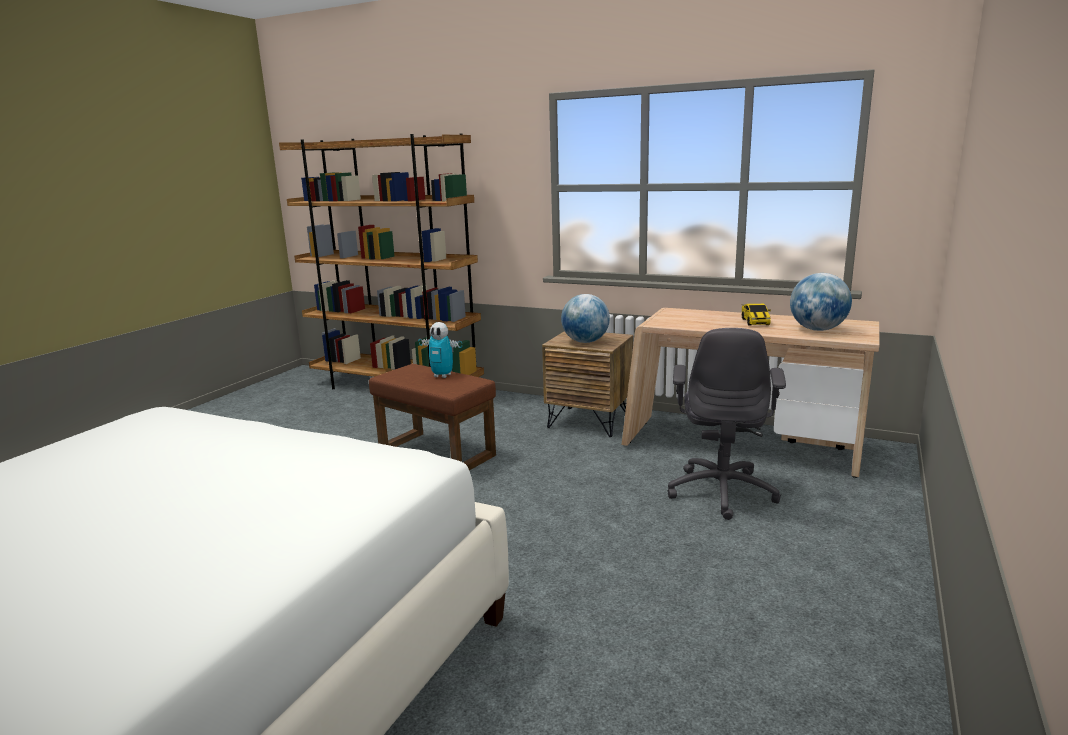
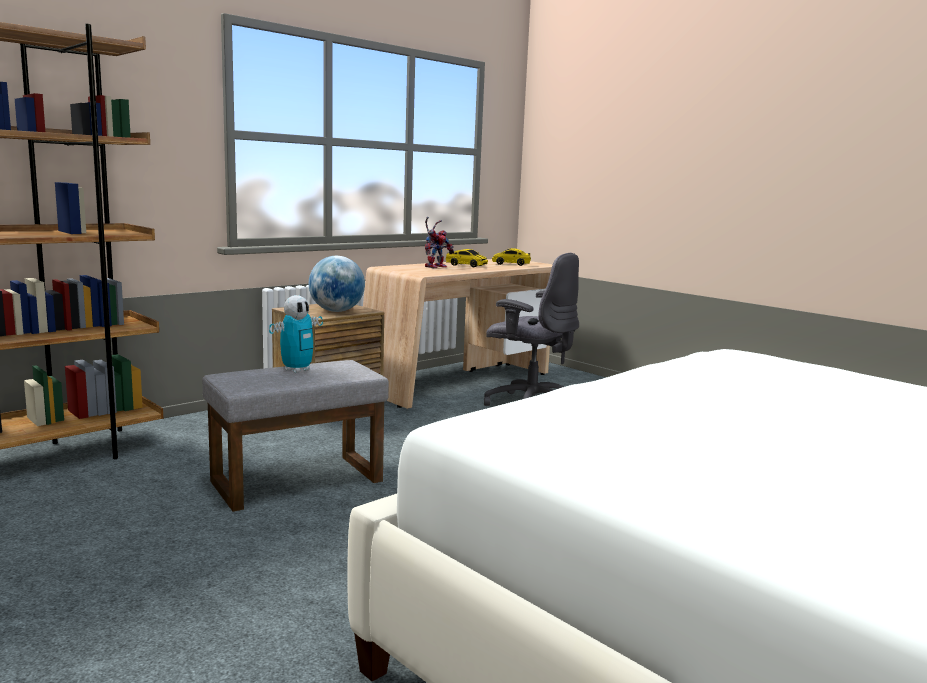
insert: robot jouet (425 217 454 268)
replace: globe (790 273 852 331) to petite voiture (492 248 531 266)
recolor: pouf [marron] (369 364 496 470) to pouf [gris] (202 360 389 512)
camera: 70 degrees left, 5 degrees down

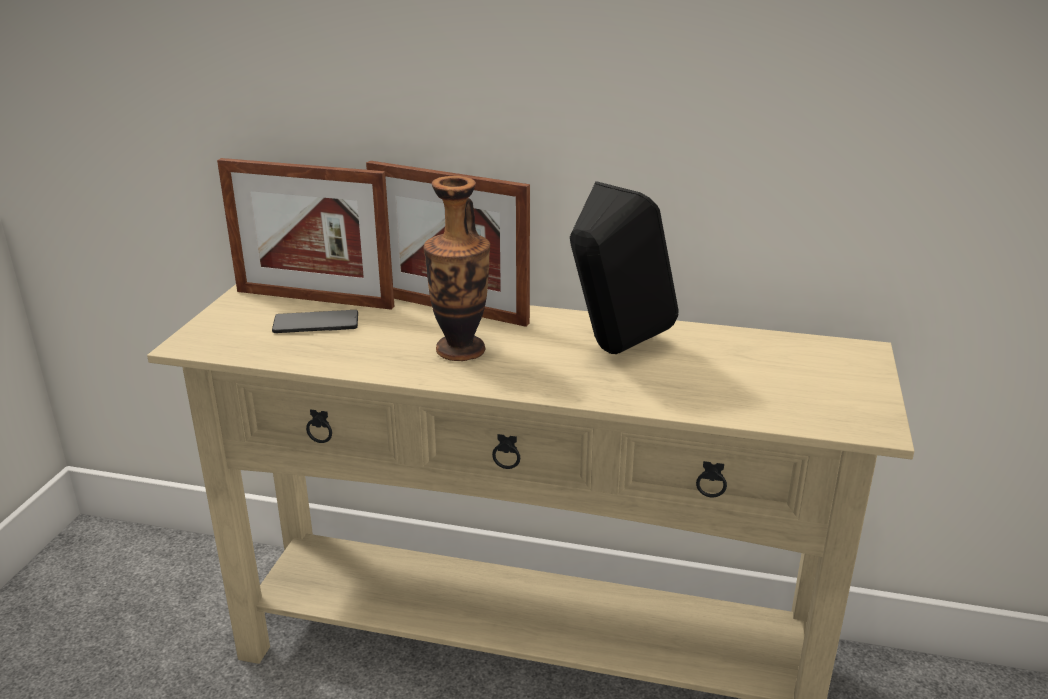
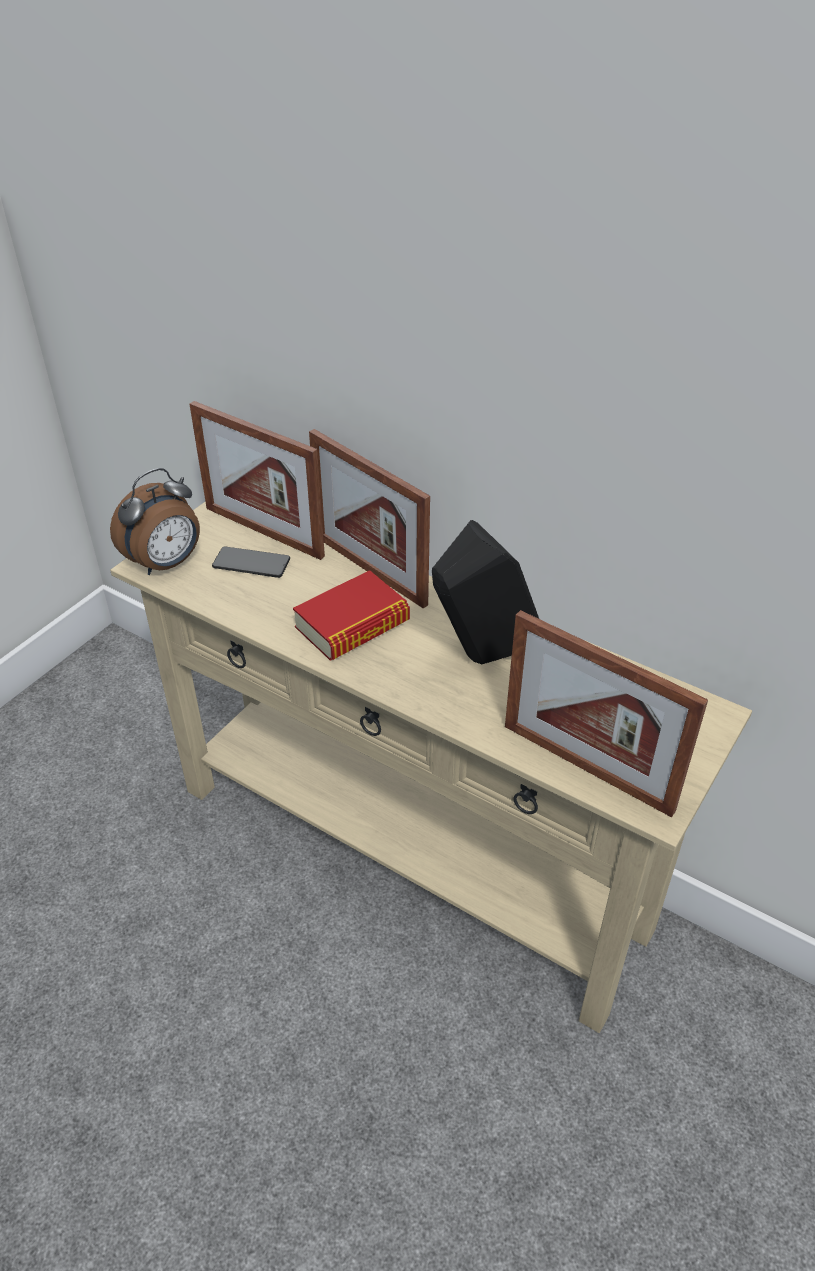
insert: réveil (110 468 200 575); cadre photo (505 610 708 817)
replace: vase (423 176 490 361) to livre (293 570 410 661)
camera: 20 degrees right, 15 degrees up

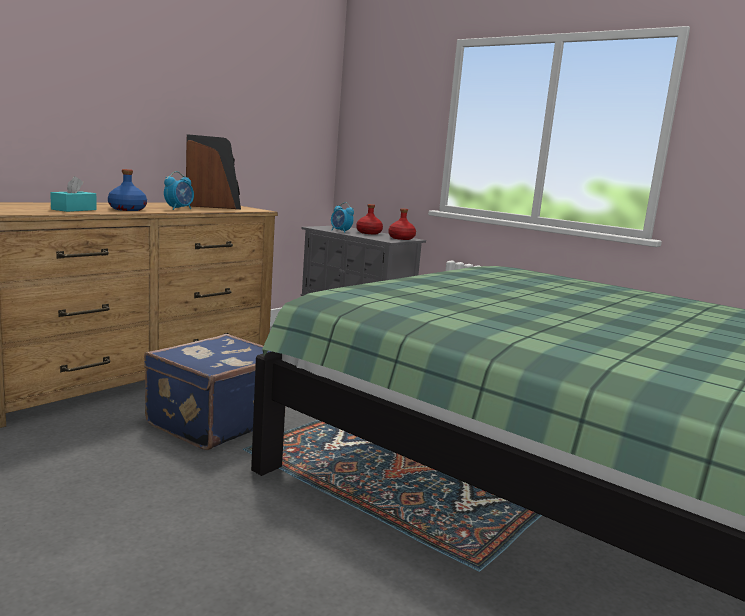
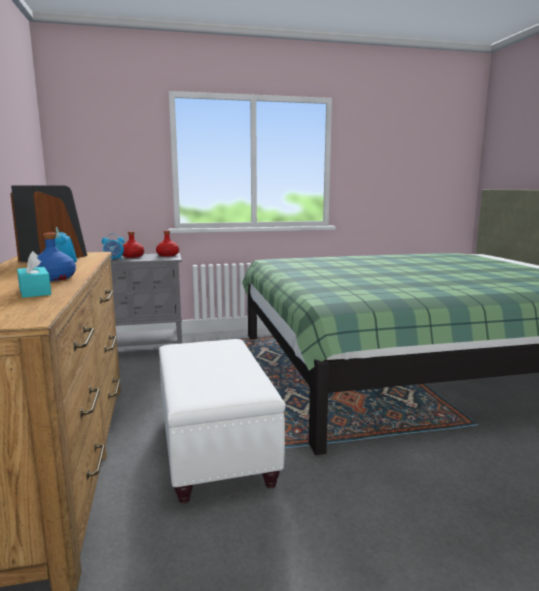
replace: valise [bleu] (144 334 272 450) to pouf [blanc] (159 339 286 503)
camera: 50 degrees left, 0 degrees up

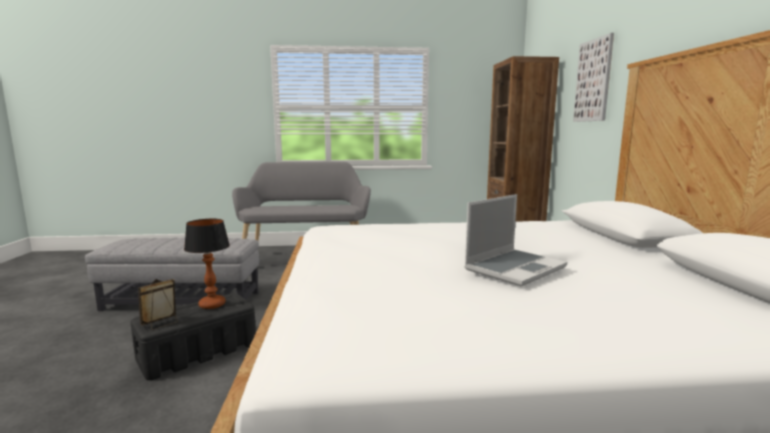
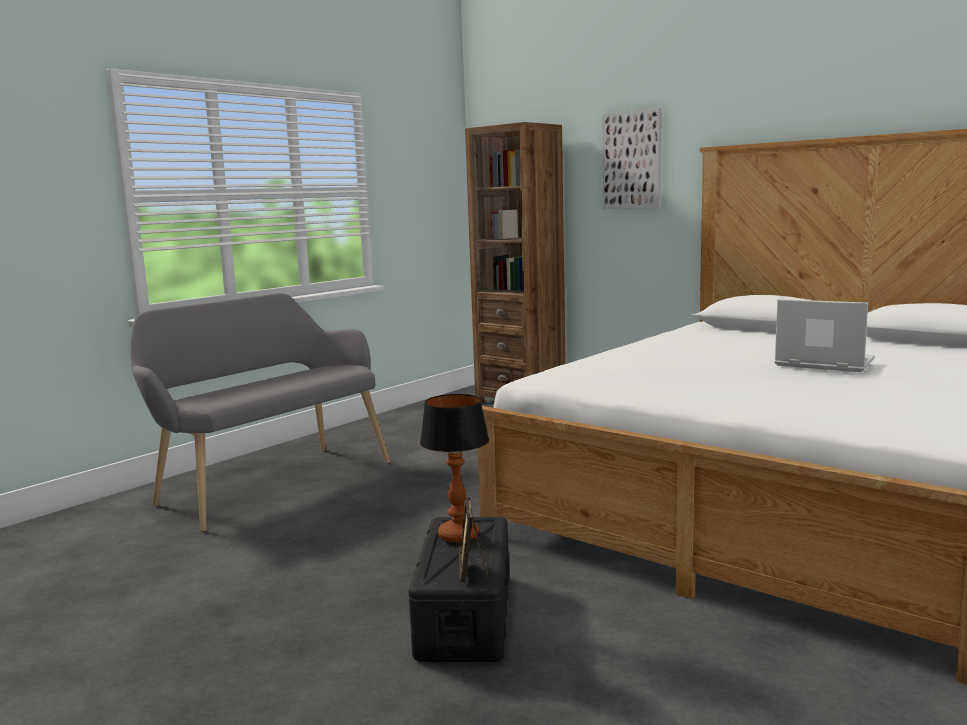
delete: pouf [gris] (85 237 260 311)
rotate: ordinateur portable (464 194 567 287) = (774 299 875 372) 60 degrees counterclockwise
camera: 45 degrees left, 0 degrees up

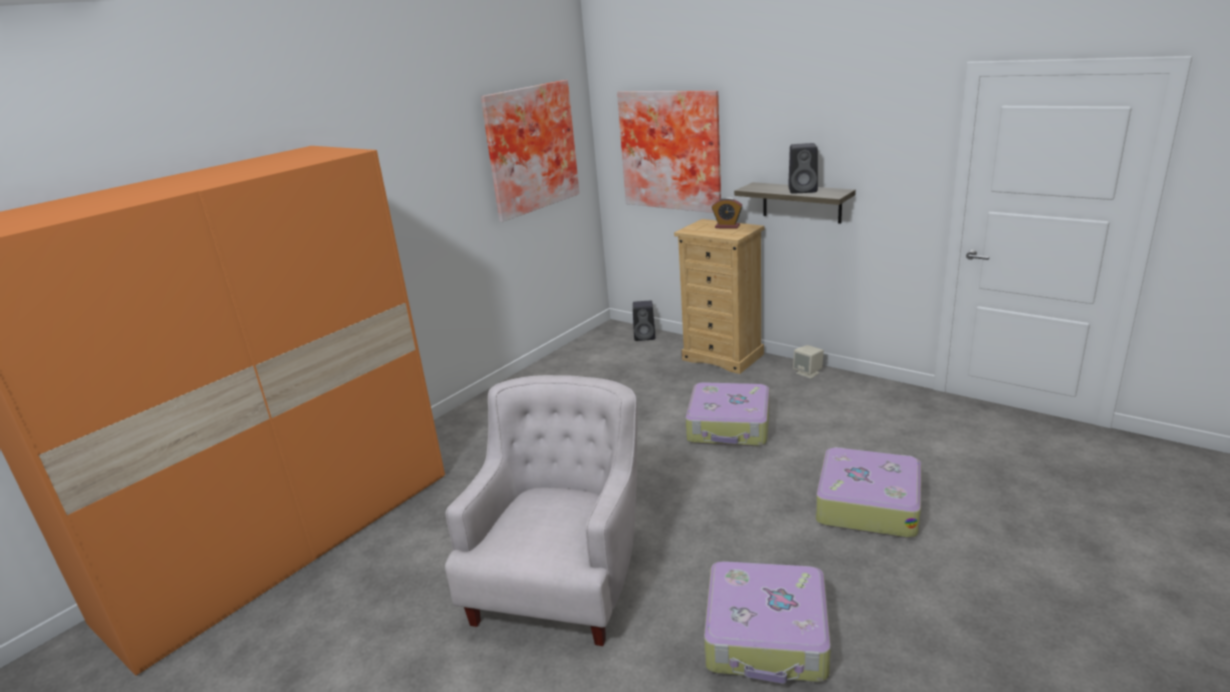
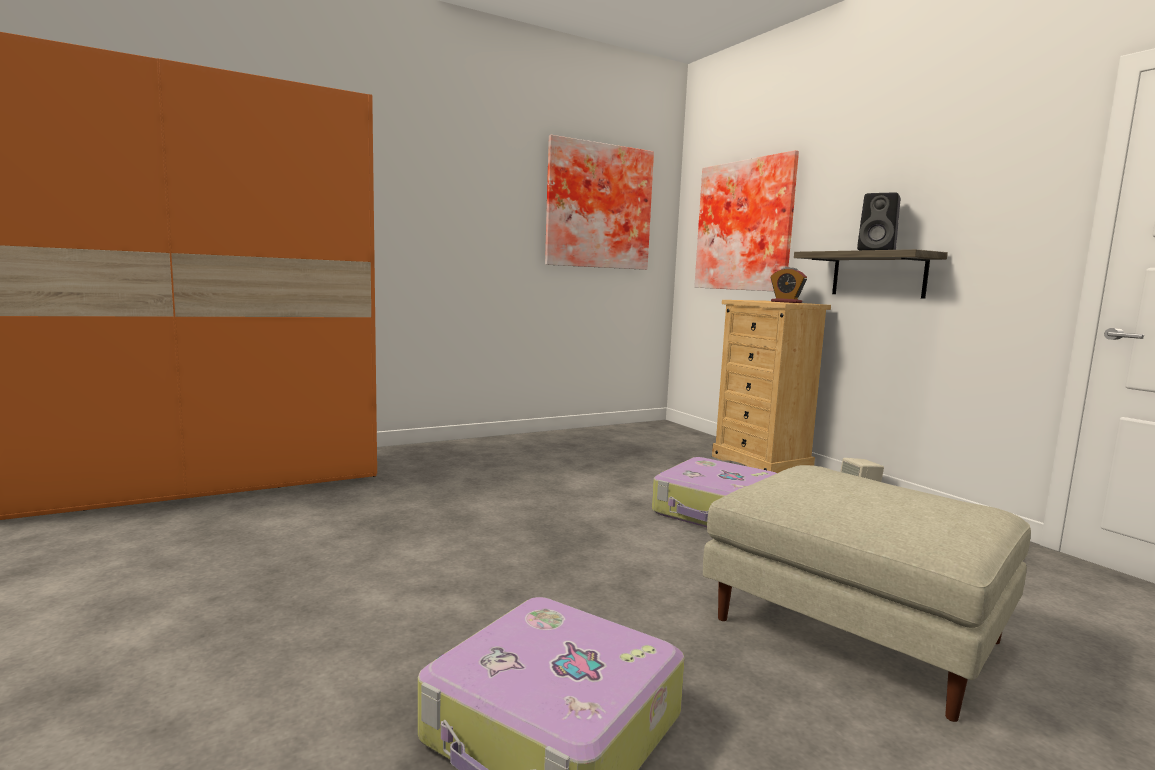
delete: fauteuil [blanc] (445 375 638 646); enceinte [noir] (633 301 655 341)
replace: valise (816 447 921 538) to pouf [beige] (703 465 1031 722)
camera: 20 degrees right, 15 degrees down

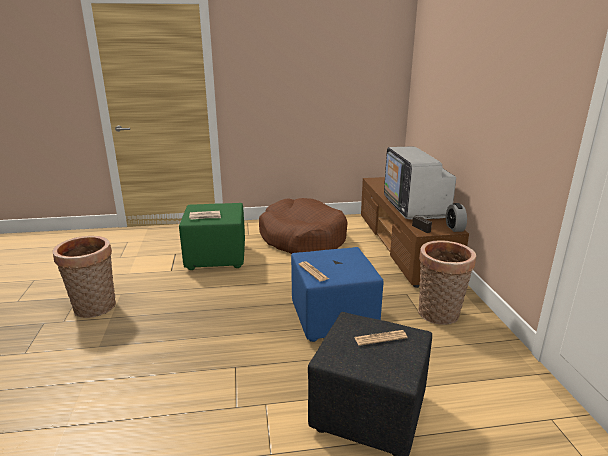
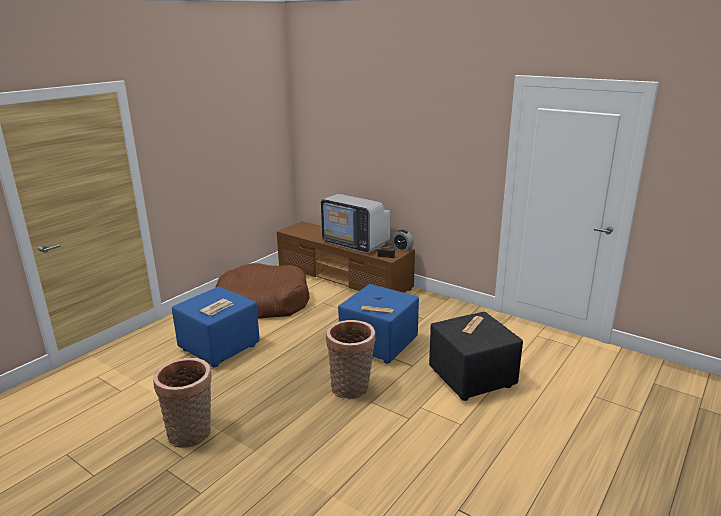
move: panier (418 240 476 325) to (326 320 376 399)
recolor: pouf [vert] (179 203 245 270) to pouf [bleu] (172 286 260 367)
camera: 45 degrees left, 0 degrees up

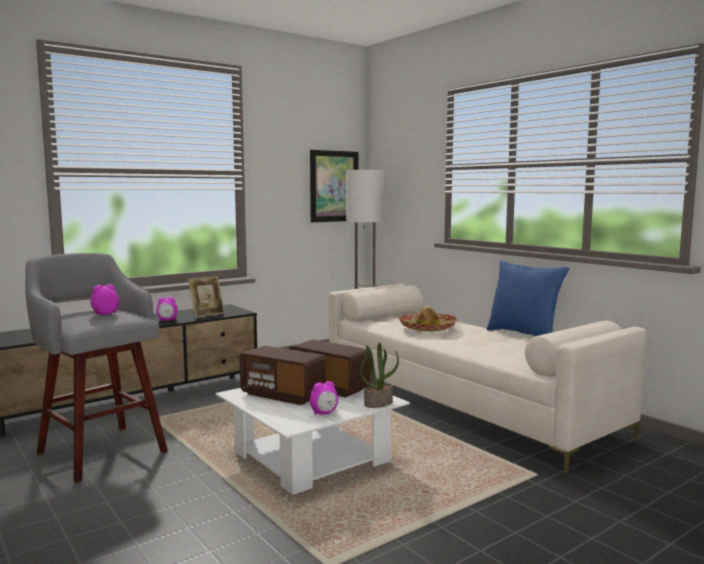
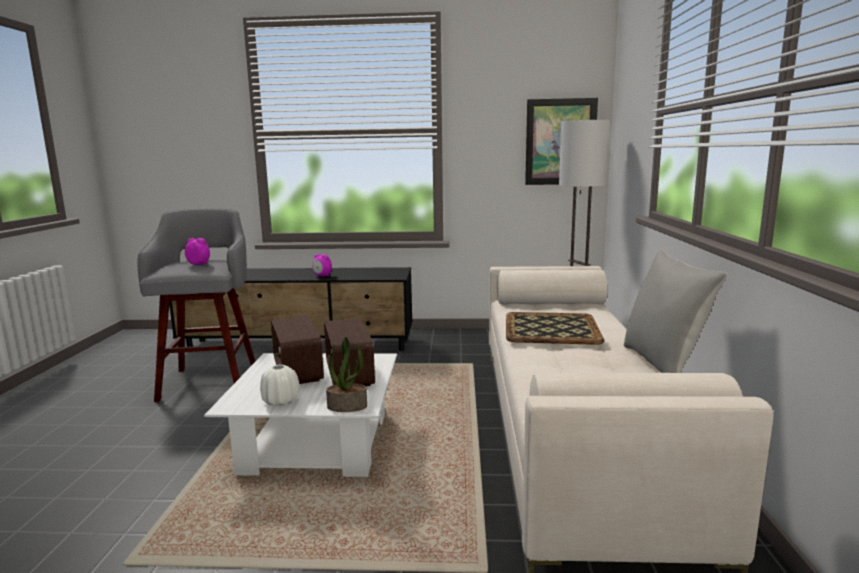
delete: cadre photo (188 276 225 318)
replace: réveil (310 381 338 415) to vase [blanc] (260 365 300 406); chapeau (399 306 457 332) to plateau (506 312 604 345)
recolor: coussin [bleu] (486 260 569 336) to coussin [gris] (624 249 728 373)
camera: 40 degrees right, 5 degrees up

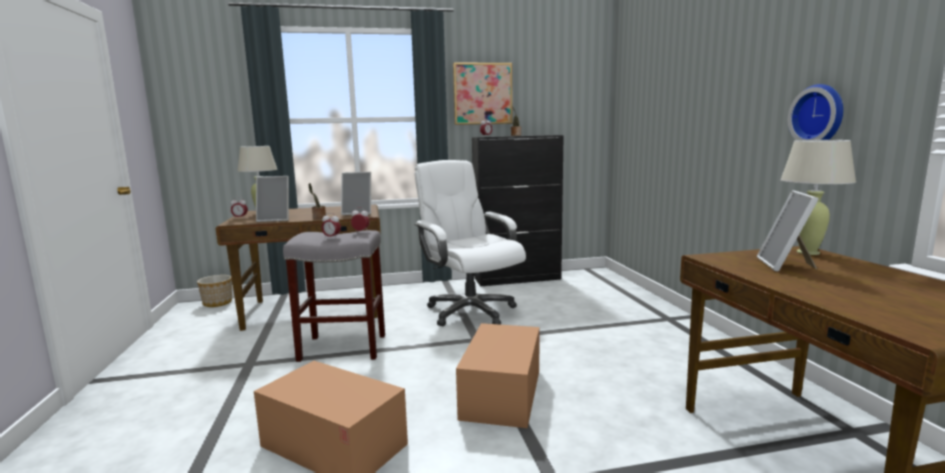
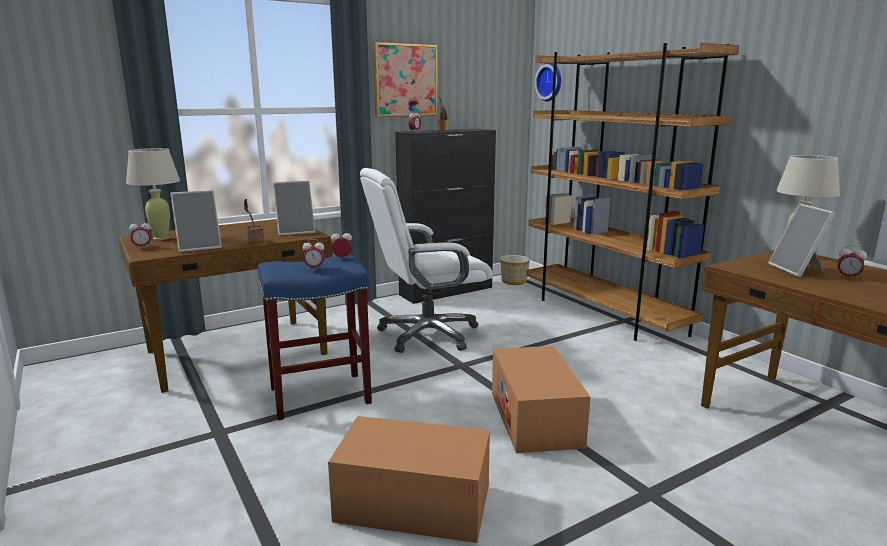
insert: bibliothèque [marron] (526 43 739 341); réveil (838 245 867 280)
move: cache-pot (197 275 232 307) to (500 255 530 285); horloge murale (788 84 843 140) to (534 63 561 101)
recolor: tabouret [gris] (283 230 385 362) to tabouret [bleu] (258 255 372 420)
rotate: chaise de bureau [blanc] (414 160 526 326) = (360 168 492 353) 60 degrees counterclockwise
camera: 20 degrees left, 5 degrees up

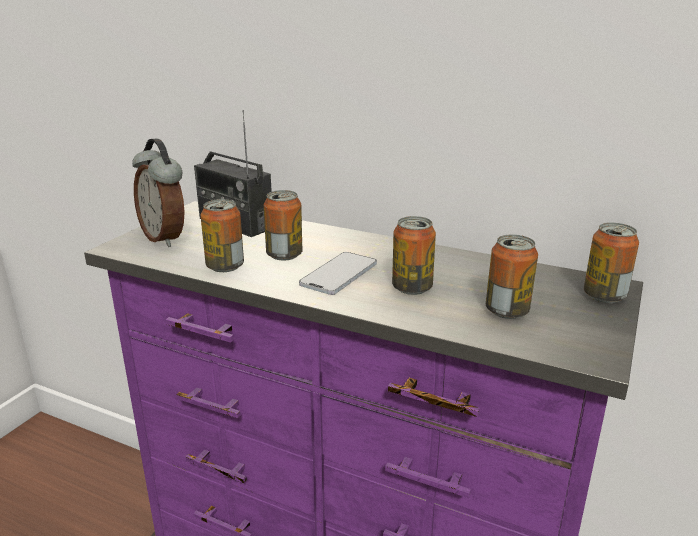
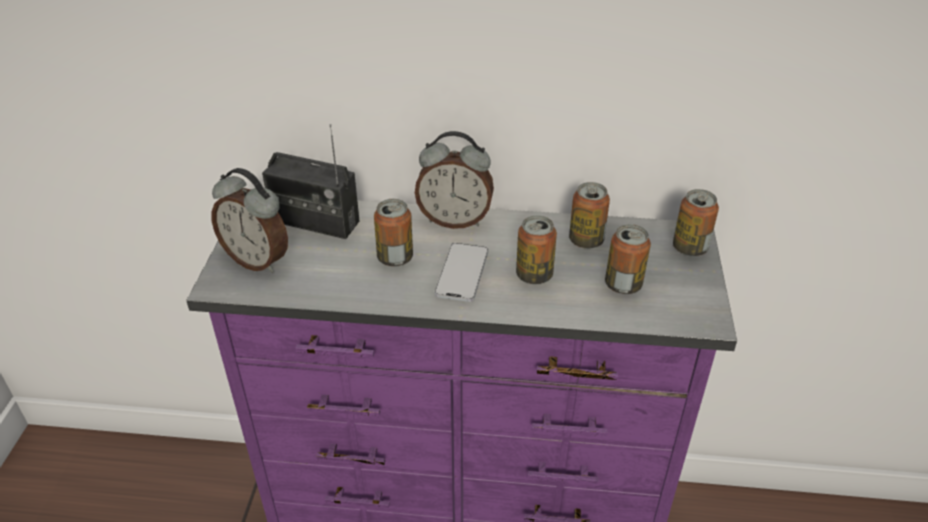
insert: réveil (415 131 494 229)
move: boîte métallique (201 199 244 272) to (569 182 610 249)
camera: 20 degrees left, 15 degrees up

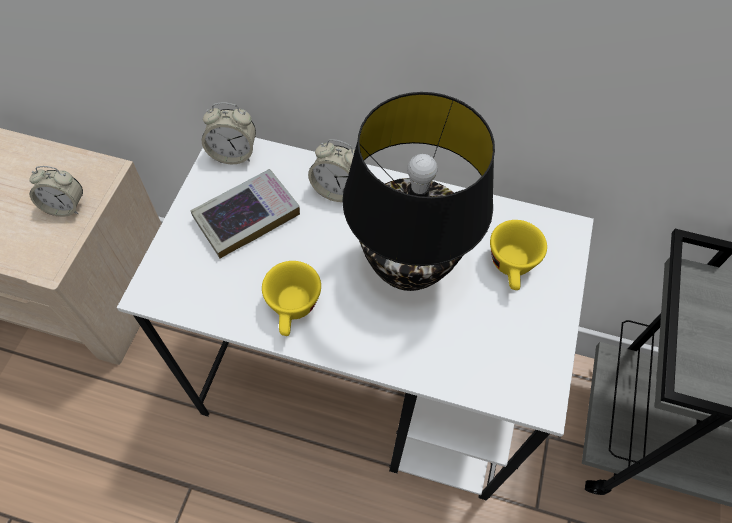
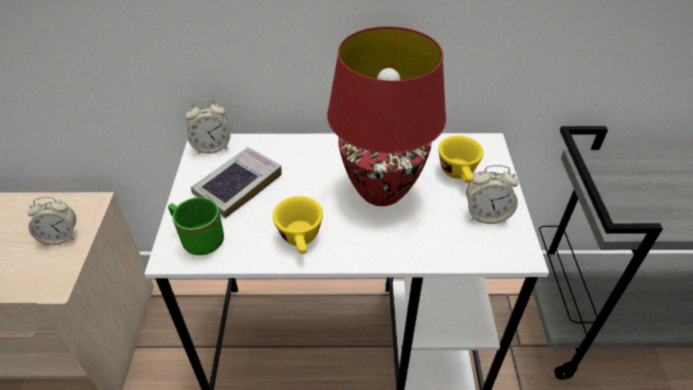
insert: mug [vert] (168 197 224 255)
move: réveil (308 139 355 202) to (466 165 519 224)
recolor: lampe de table [noir] (342 92 495 291) to lampe de table [rouge] (327 26 446 206)
camera: 15 degrees left, 15 degrees down

